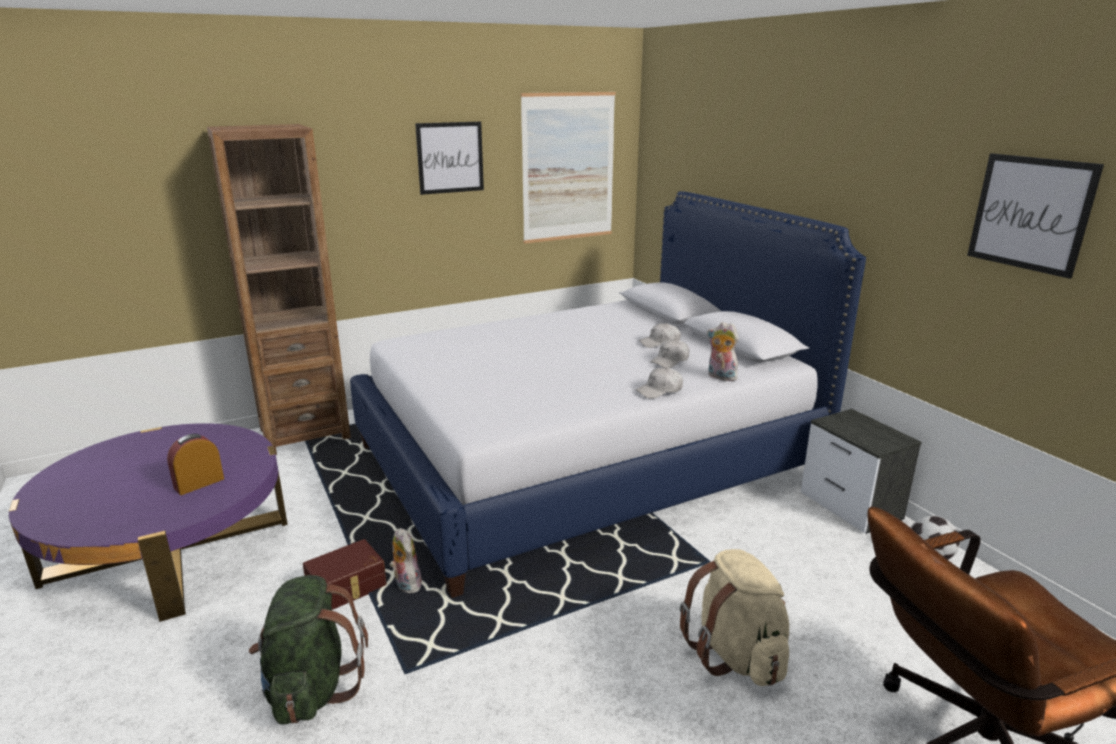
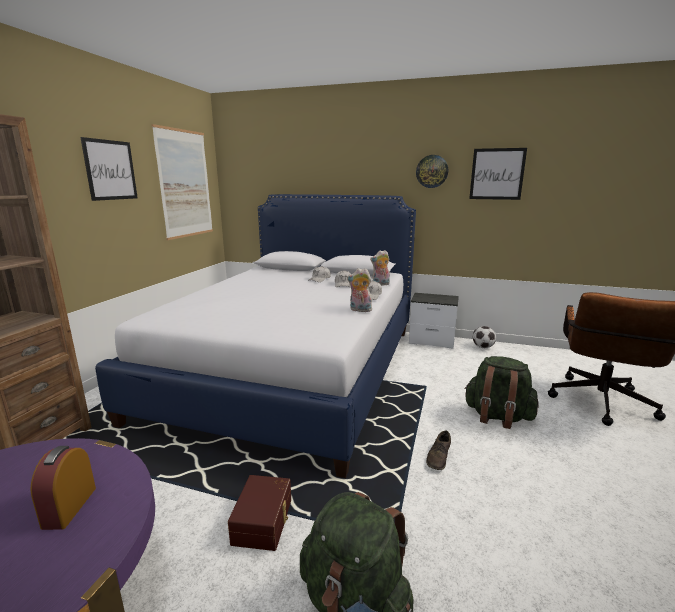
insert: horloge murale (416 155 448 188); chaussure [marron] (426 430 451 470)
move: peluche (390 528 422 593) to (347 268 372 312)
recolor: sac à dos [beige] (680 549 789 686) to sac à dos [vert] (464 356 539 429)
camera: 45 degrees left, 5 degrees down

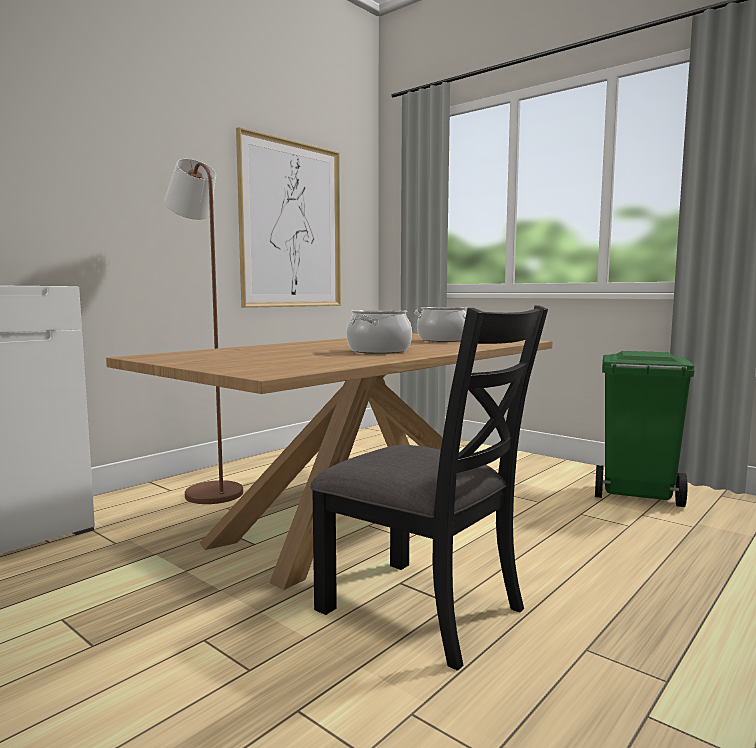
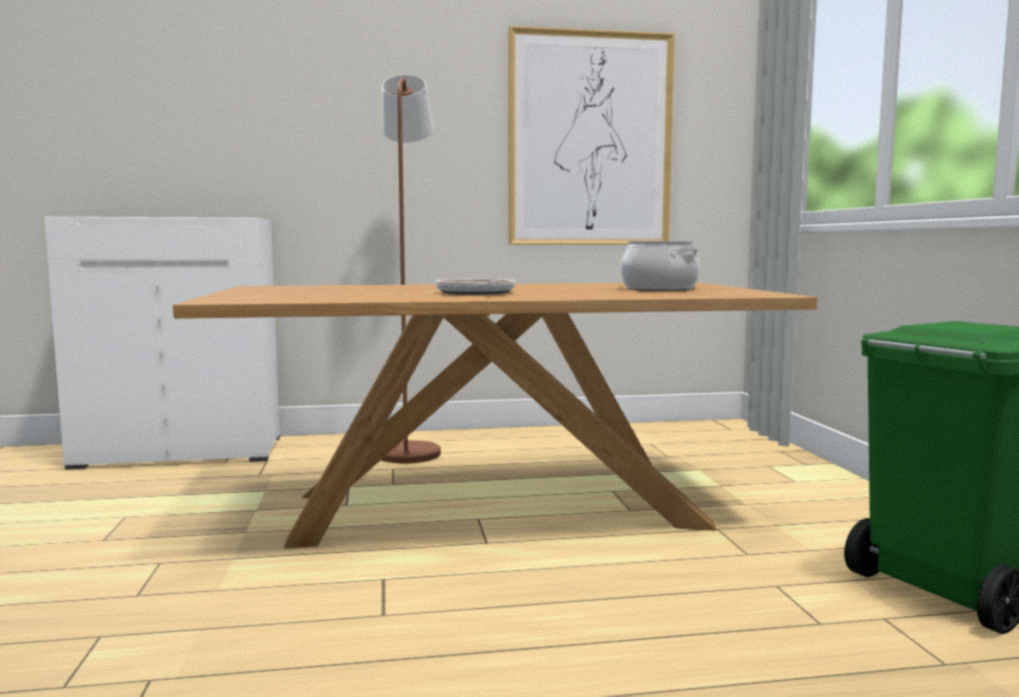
delete: chaise [noir] (310 305 548 671)
replace: marmite (346 310 412 354) to poêle (435 278 516 295)
camera: 40 degrees right, 0 degrees up

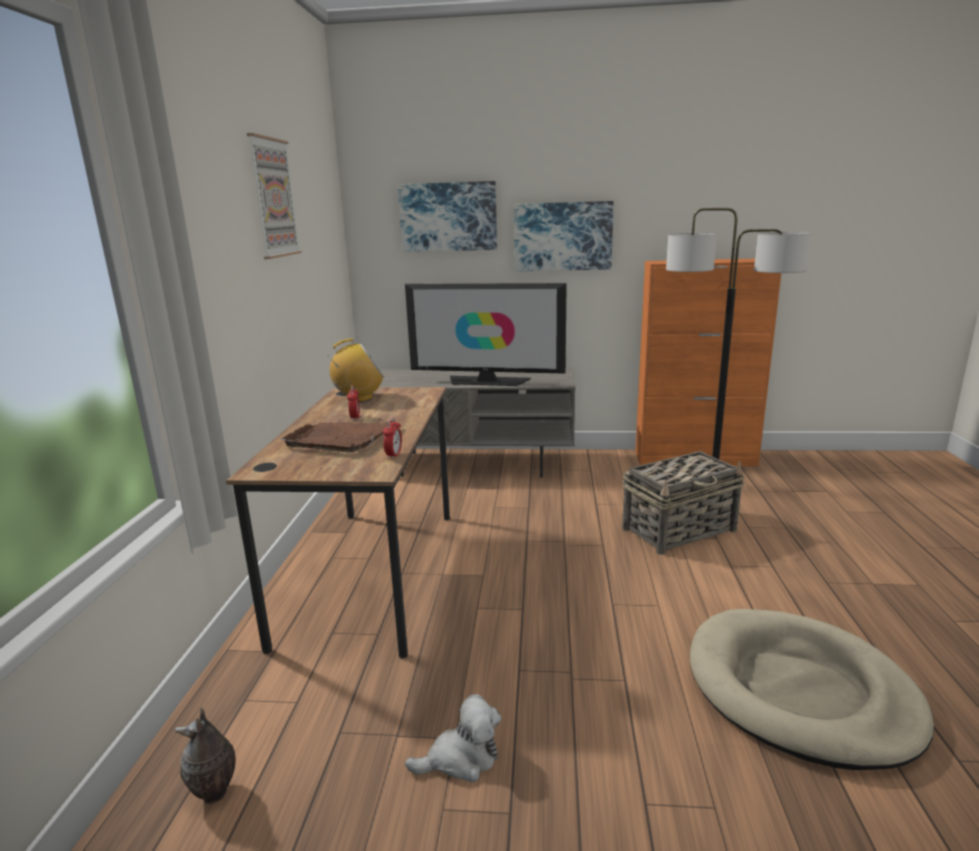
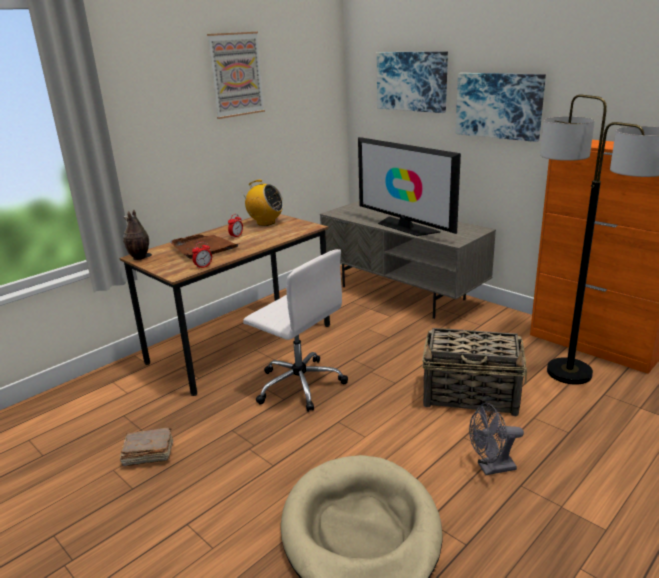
insert: chaise de bureau [blanc] (243 249 348 412); ventilateur [gris] (469 403 524 475)
move: vase (175 708 236 804) to (123 209 149 260)
replace: peluche (405 694 501 782) to livre [marron] (120 427 173 467)
camera: 40 degrees right, 5 degrees up

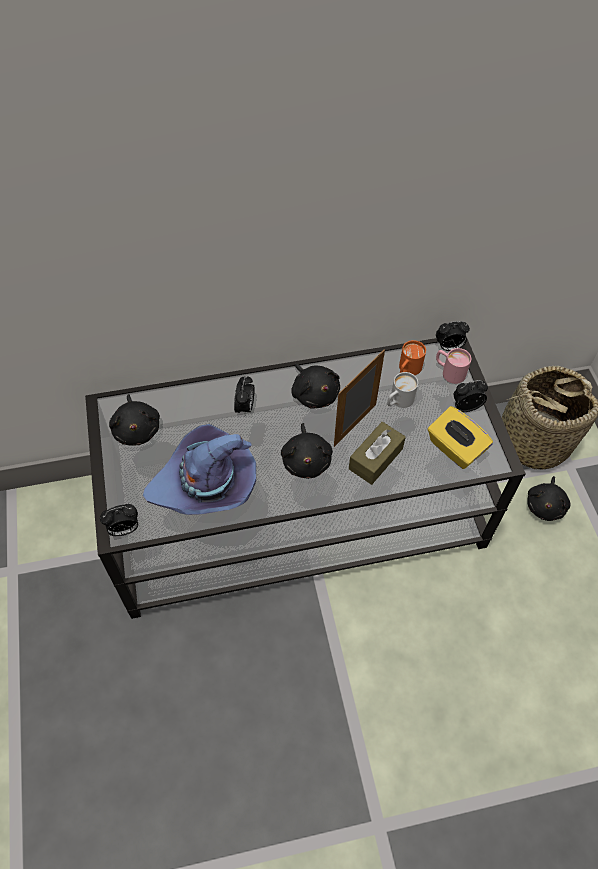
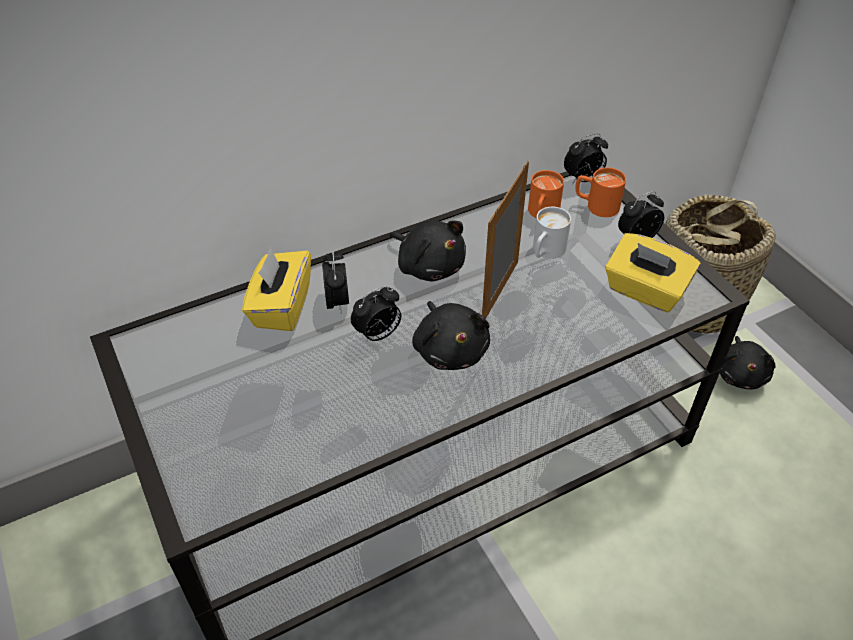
delete: peluche [noir] (109 394 160 446); chapeau [violet] (143 424 256 515); boîte à mouchoirs [marron] (349 422 406 485)
insert: boîte à mouchoirs [jaune] (242 248 311 331)
move: réveil (100 504 138 536) to (351 286 401 343)
recolor: mug [rose] (436 348 471 384) to mug [orange] (575 167 626 217)
camera: 15 degrees left, 10 degrees down

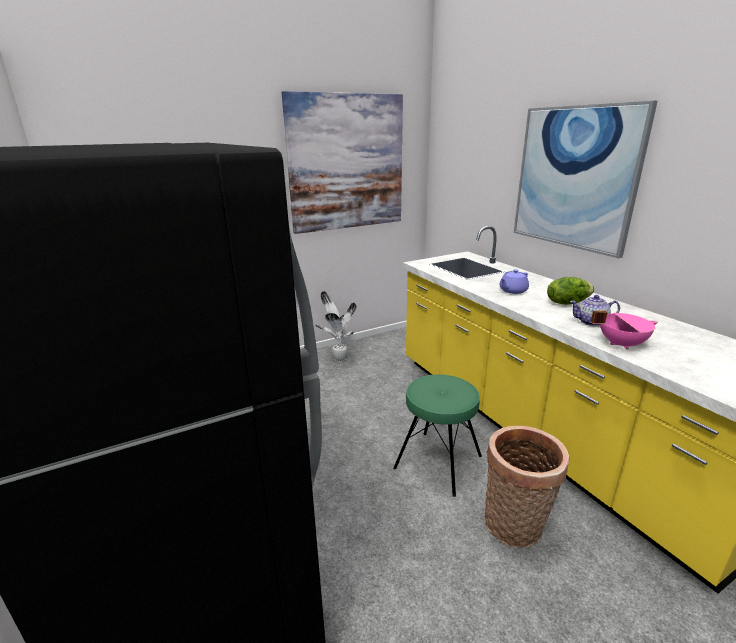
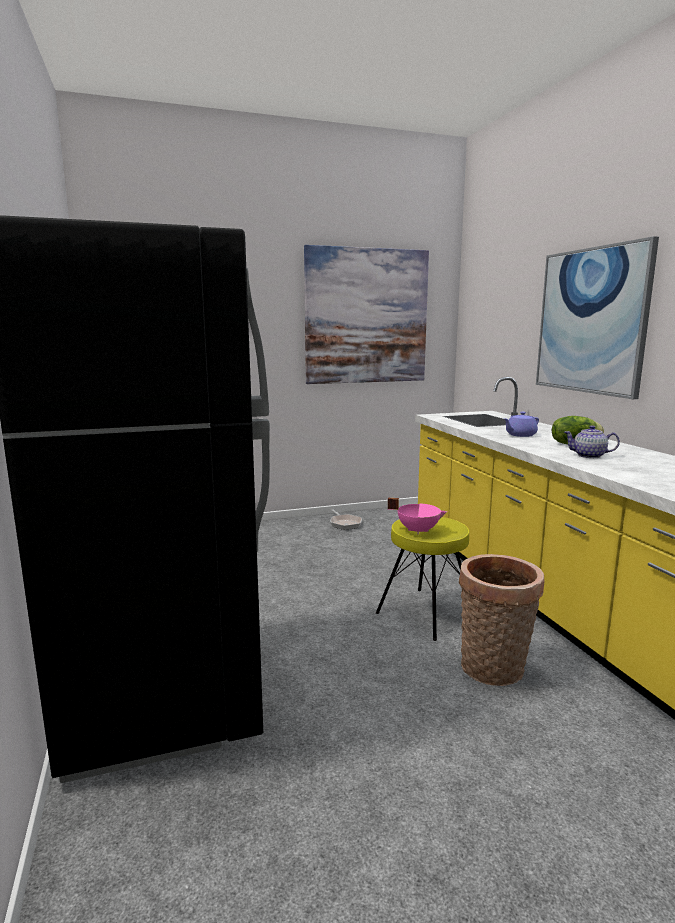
move: marmite [rose] (591 311 658 350) to (388 498 447 535)
replace: plante en pot (315 291 356 362) to poêle (330 509 362 530)
recolor: tabouret [vert] (393 374 482 497) to tabouret [jaune] (376 517 469 641)
camera: 10 degrees right, 10 degrees down

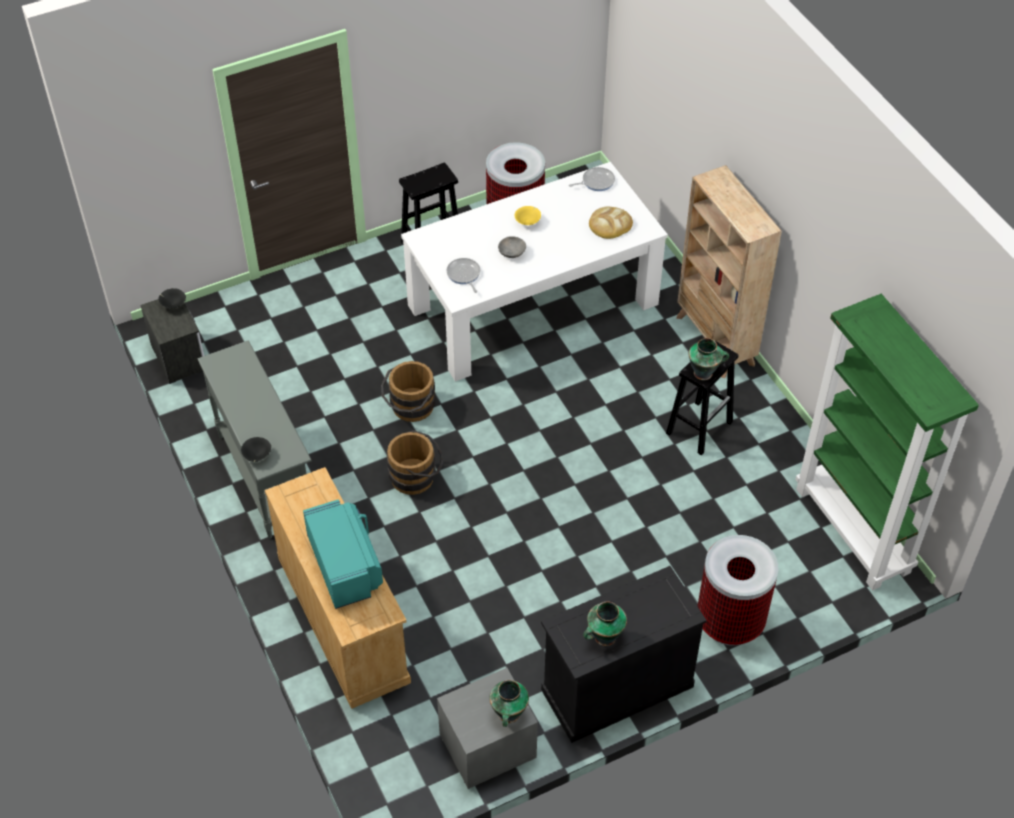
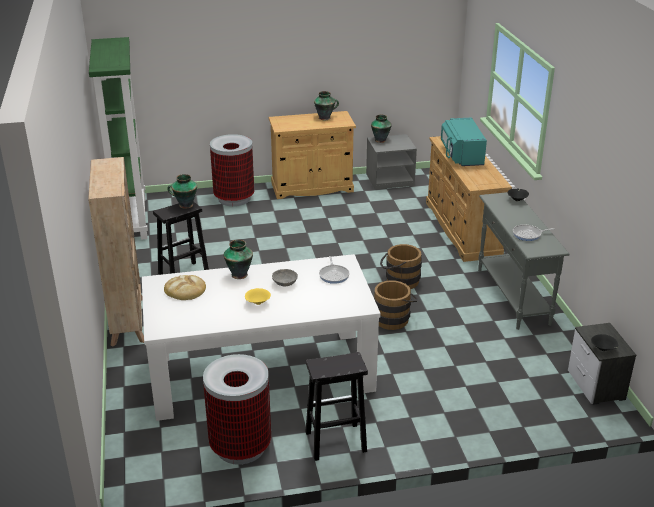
insert: vase (224 240 253 279)
move: poêle (569 167 615 191) to (513 225 555 241)
recolor: meuble de rangement [noir] (541 566 707 743) to meuble de rangement [beige] (269 111 356 199)
camera: 165 degrees left, 20 degrees down

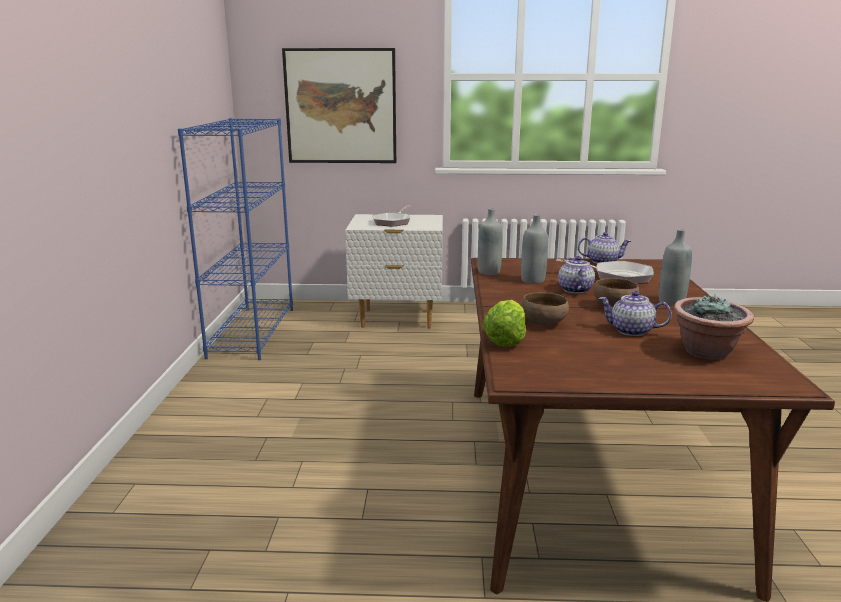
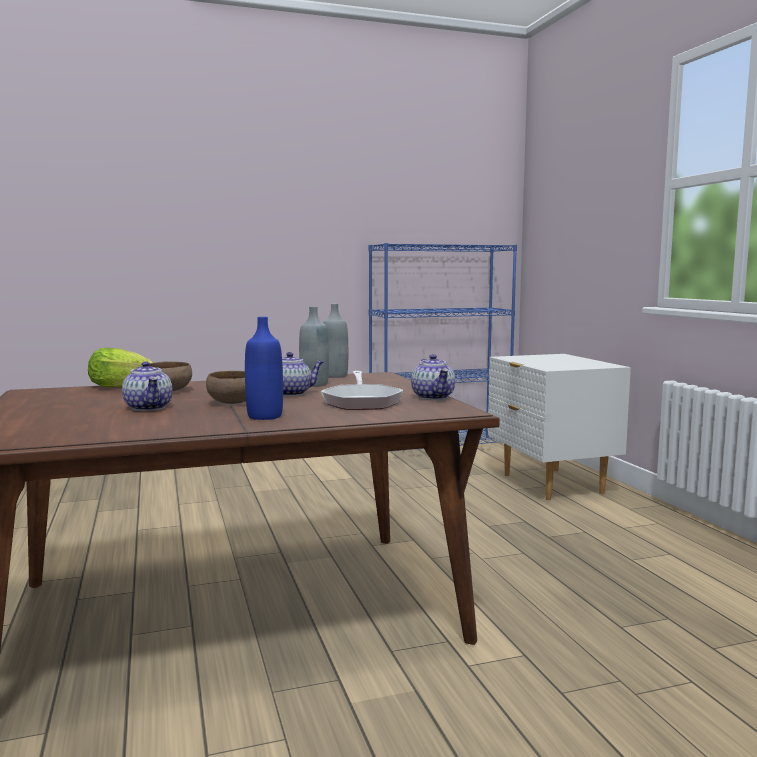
delete: tableau (282 48 396 163); poêle (372 205 411 227); plante en pot (674 294 754 360)
recolor: bouteille [gris] (659 229 692 306) to bouteille [bleu] (245 317 283 420)
rotate: théière (598 291 672 336) = (122 361 173 411) 150 degrees clockwise
camera: 70 degrees right, 10 degrees down

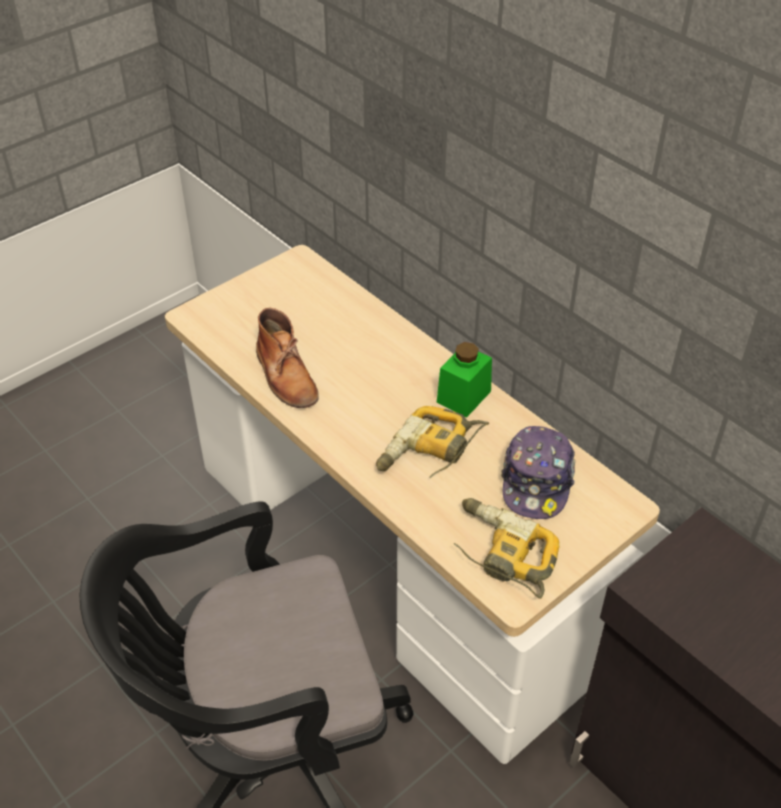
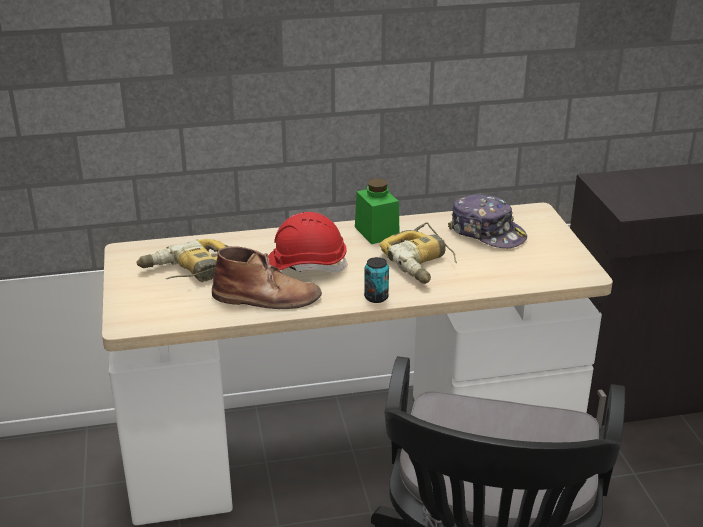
insert: casque de chantier [rouge] (268 212 348 273); boîte métallique (364 257 389 303)
move: perceuse (454 498 560 599) to (136 239 229 282)
camera: 60 degrees left, 15 degrees down

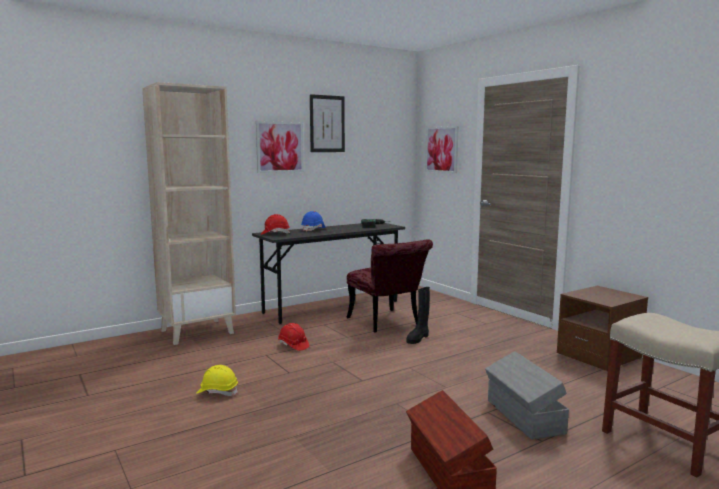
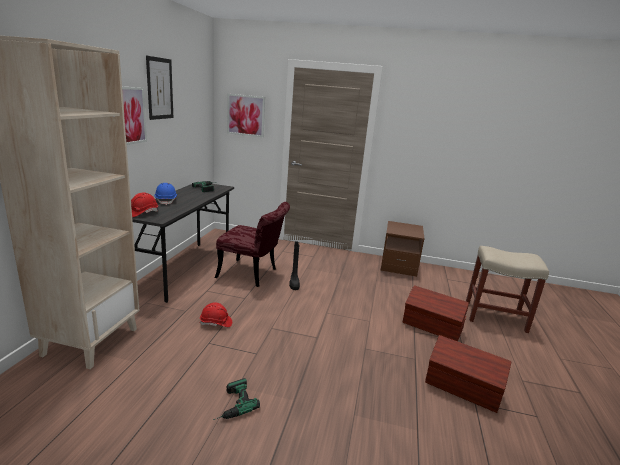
replace: casque de chantier [jaune] (196 365 238 396) to perceuse (213 378 260 420)
recolor: boîte de rangement [gris] (485 351 569 440) to boîte de rangement [marron] (403 285 469 341)
camera: 45 degrees left, 10 degrees up

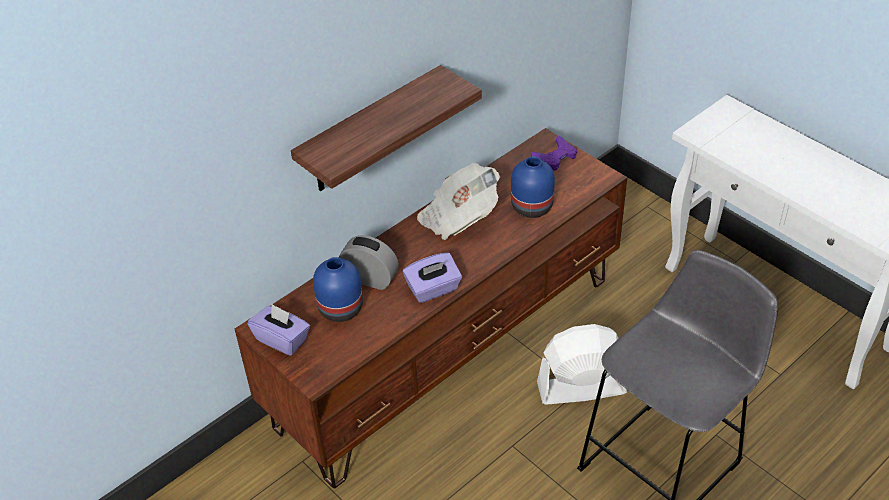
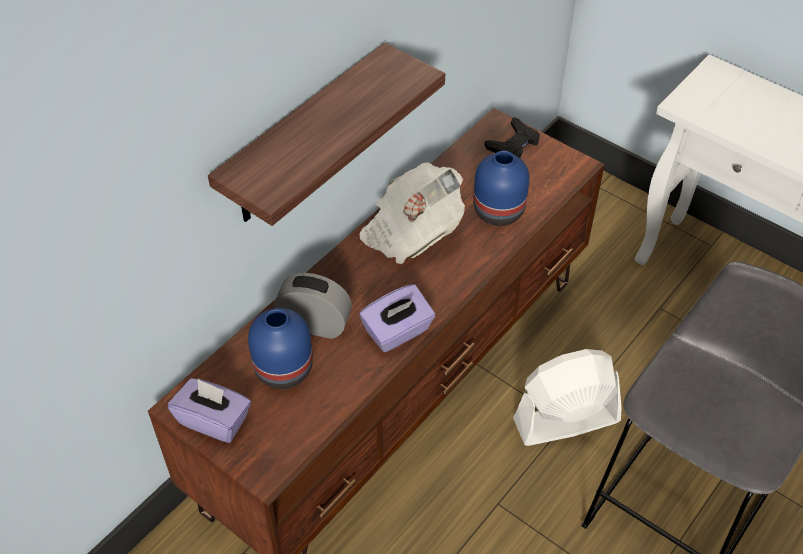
recolor: manette [violet] (531 135 577 171) to manette [noir] (485 117 540 158)
camera: 10 degrees left, 5 degrees up

